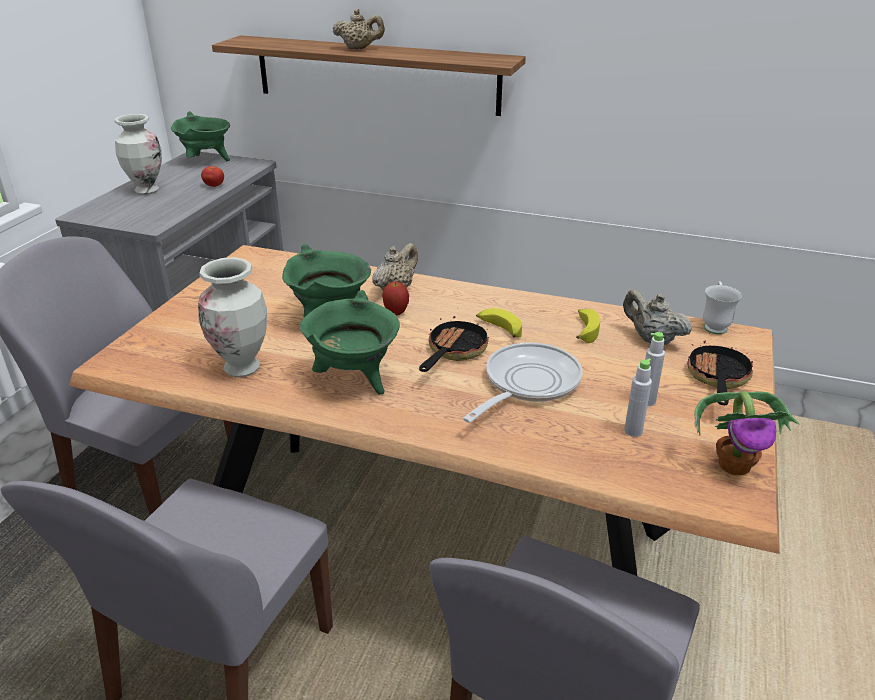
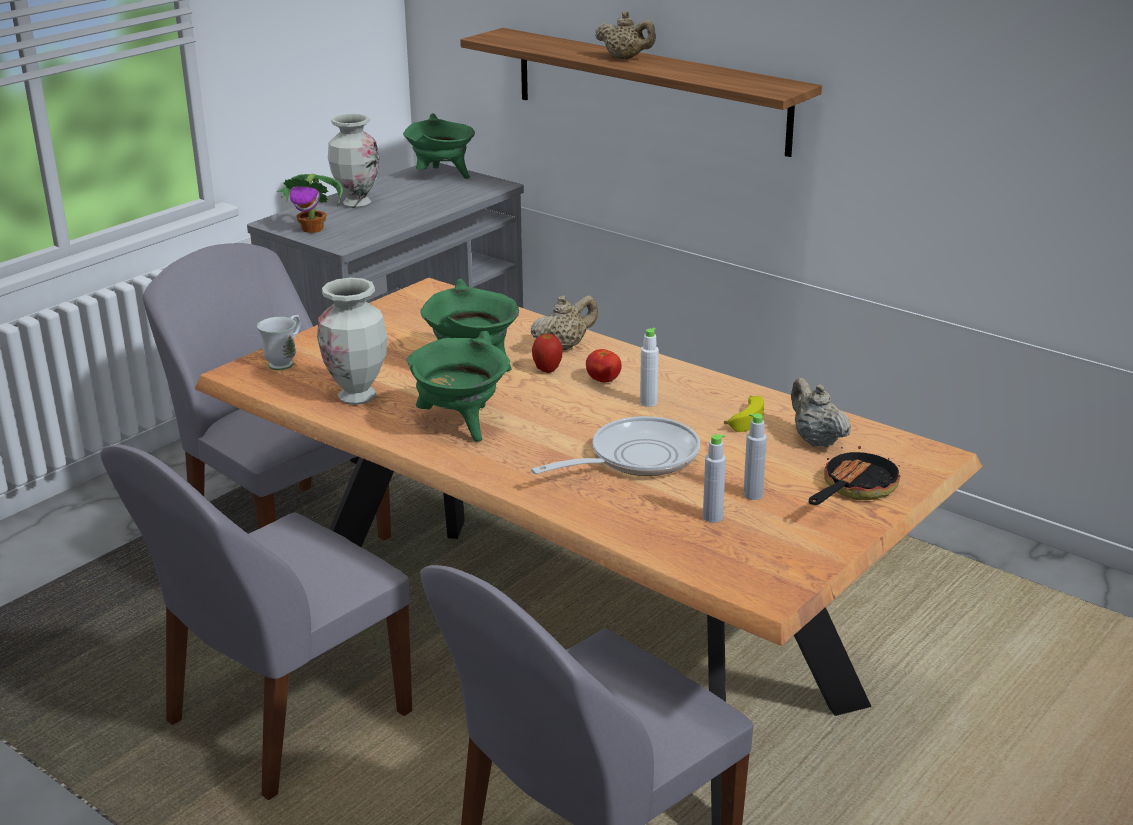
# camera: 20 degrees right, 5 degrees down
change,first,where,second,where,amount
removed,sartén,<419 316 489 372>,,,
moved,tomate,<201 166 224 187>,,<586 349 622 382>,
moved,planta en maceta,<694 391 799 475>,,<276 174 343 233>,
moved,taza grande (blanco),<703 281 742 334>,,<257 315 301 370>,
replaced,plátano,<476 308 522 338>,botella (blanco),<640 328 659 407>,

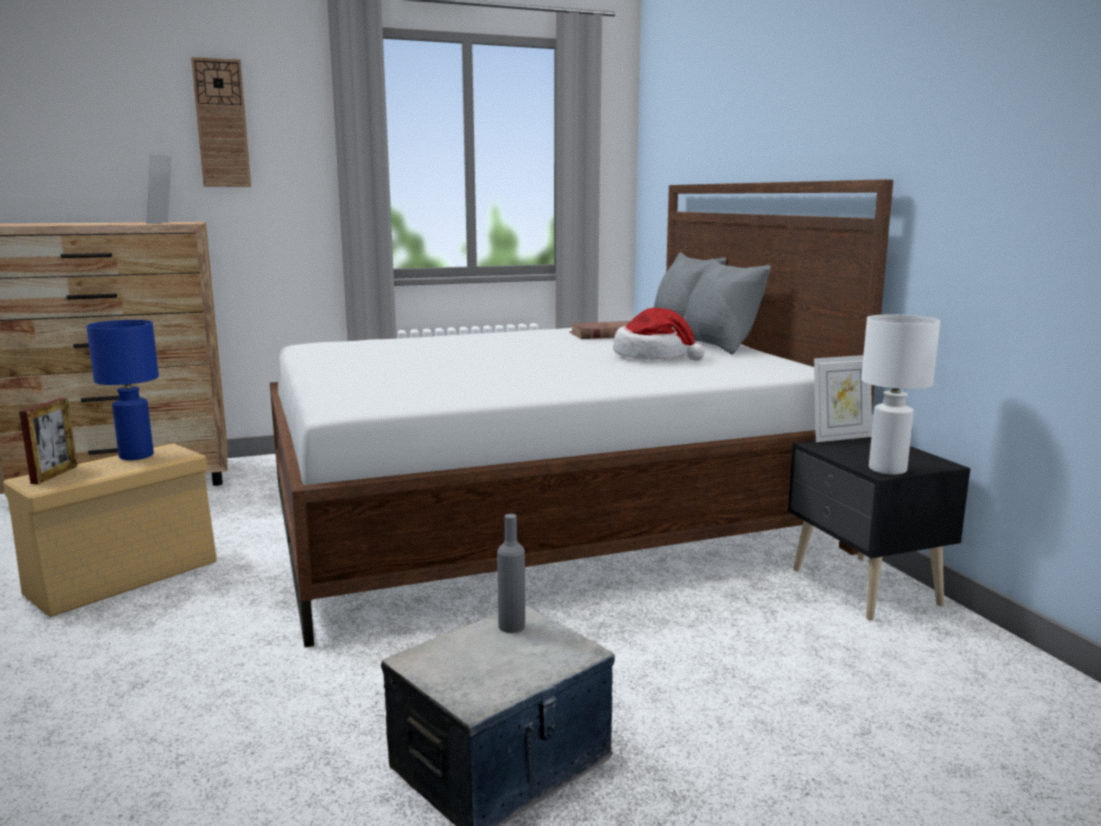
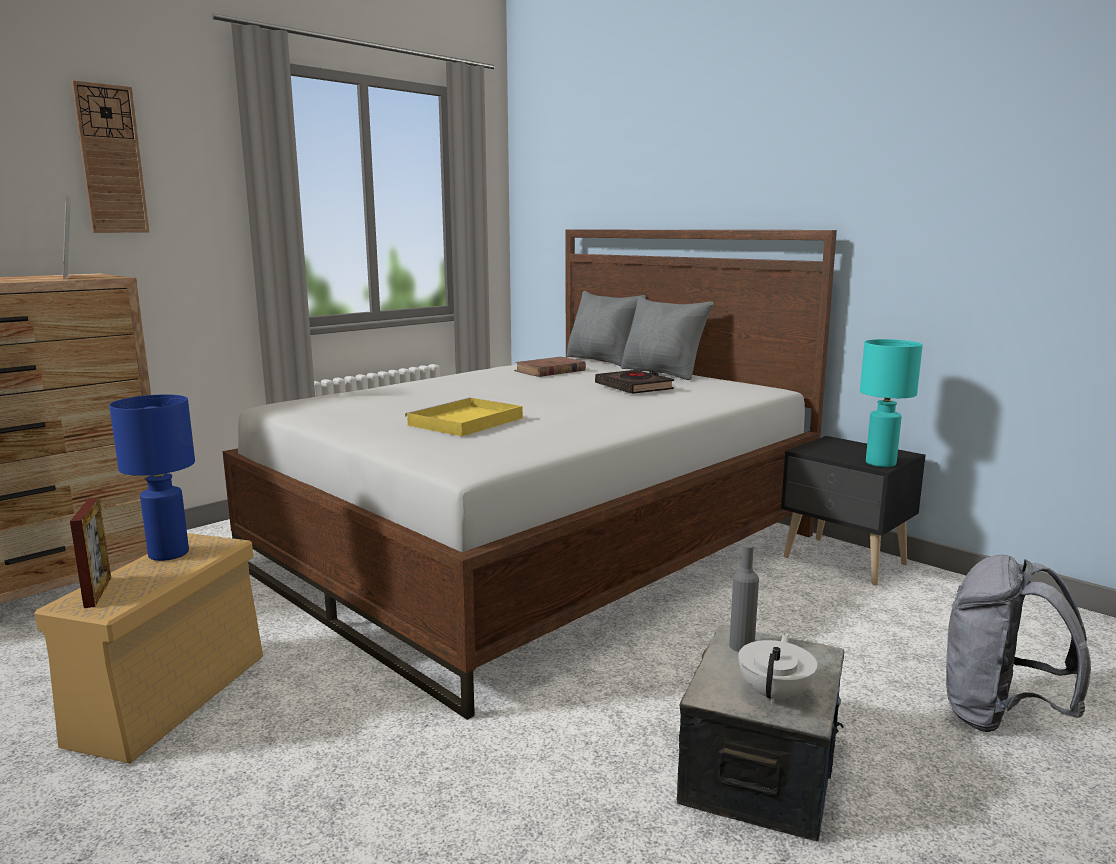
# camera: 25 degrees left, 0 degrees up
change,first,where,second,where,amount
removed,portarretratos,<814 355 872 442>,,,
added,,,bandeja (amarillo),<405 397 523 436>,
added,,,tetera (blanco),<738 632 817 704>,
added,,,mochila (gris),<946 555 1091 732>,
replaced,sombrero,<613 308 705 361>,libro (negro),<595 370 674 394>,
recoloured,lámpara de mesa (blanco),<861 314 940 475>,lámpara de mesa (turquesa),<860 339 923 467>,

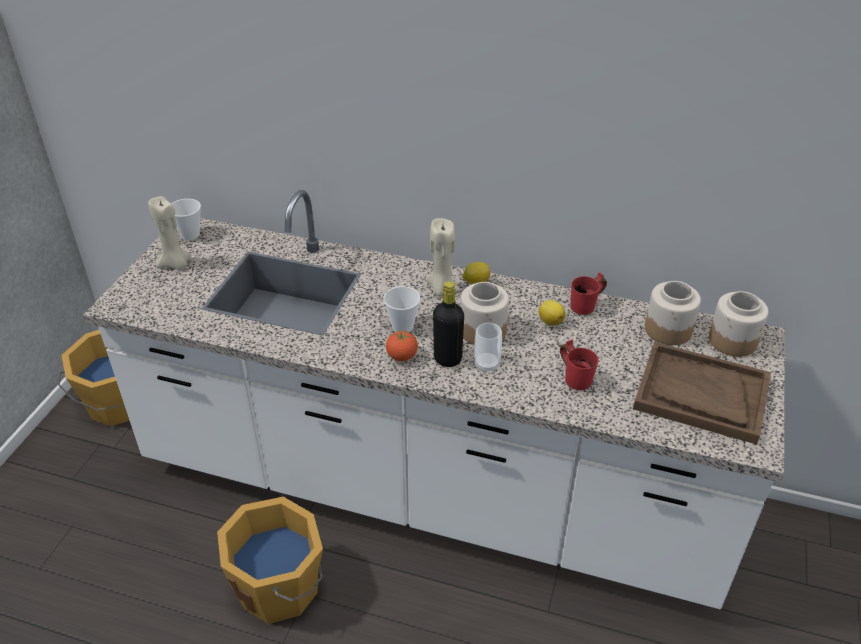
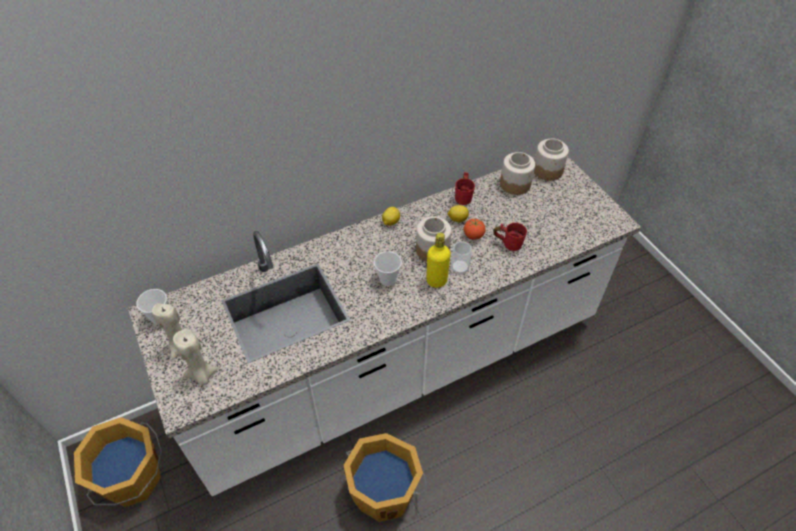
# camera: 45 degrees left, 10 degrees up
change,first,where,second,where,amount
removed,bandeja (marrón),<633 342 771 445>,,,
moved,tomate,<386 331 418 361>,,<464 219 486 240>,
moved,vela (beis),<426 218 460 296>,,<173 329 218 385>,
recoloured,botella (negro),<433 281 464 367>,botella (amarillo),<427 232 451 288>,

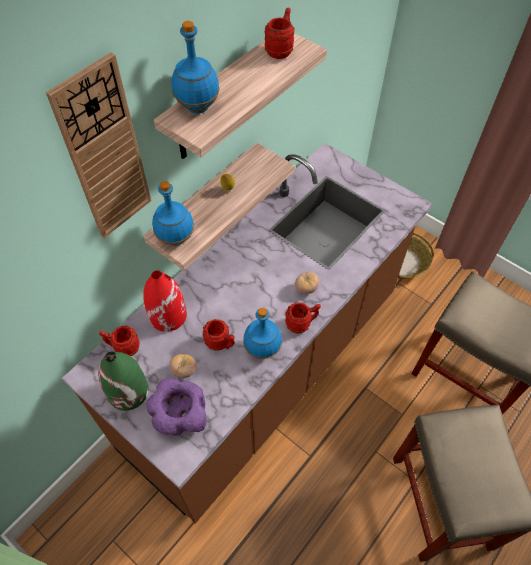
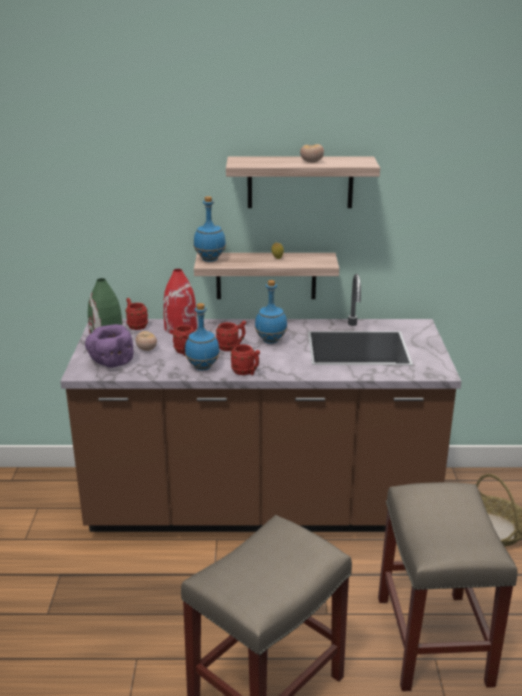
# camera: 50 degrees right, 30 degrees down
change,first,where,second,where,amount
removed,reloj de pared,<46 52 151 238>,,,
moved,botella (azul),<172 21 220 114>,,<255 280 287 344>,
moved,taza grande (rojo),<265 8 295 59>,,<216 321 246 351>,
moved,tomate,<295 272 319 294>,,<300 144 324 163>,

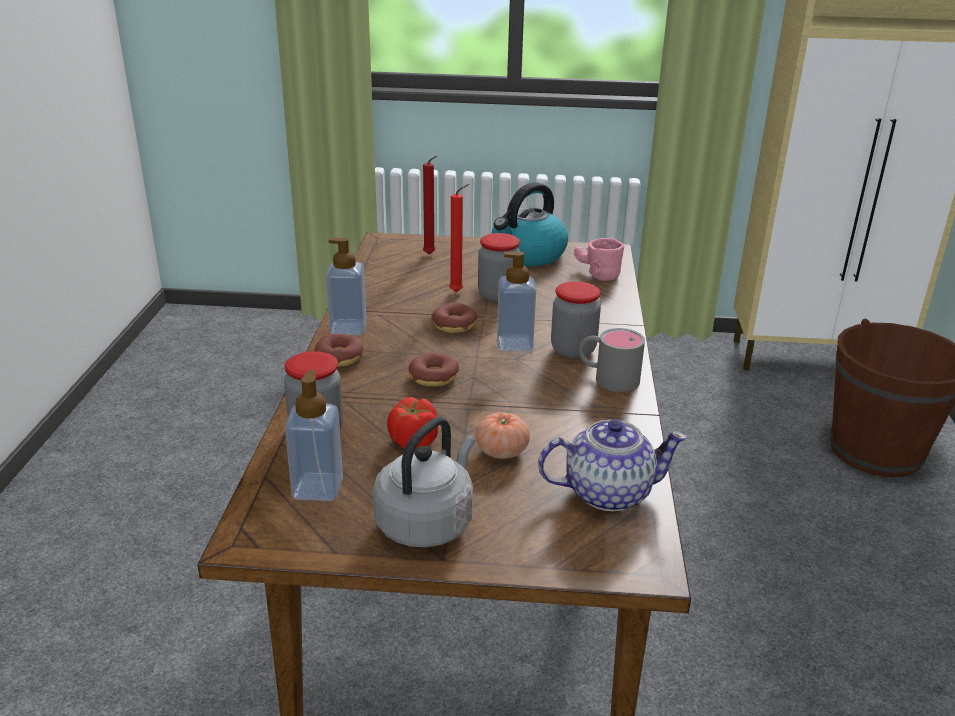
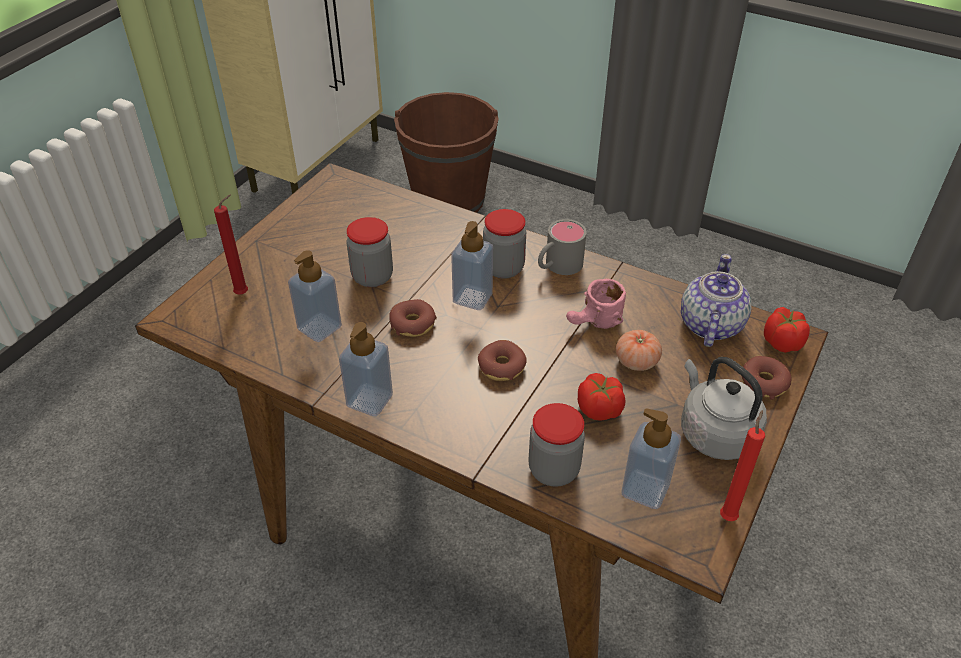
# camera: 65 degrees left, 15 degrees up
change,first,where,second,where,amount
removed,hervidor,<491 182 568 266>,,,
added,,,dispensador de jabón,<288 250 342 342>,
added,,,tomate,<764 307 810 353>,
moved,rosquilla,<314 334 363 367>,,<742 356 792 400>,
moved,vela (rojo),<449 184 469 292>,,<720 410 765 521>,
moved,taza grande (rosa),<574 238 624 281>,,<566 278 626 329>,

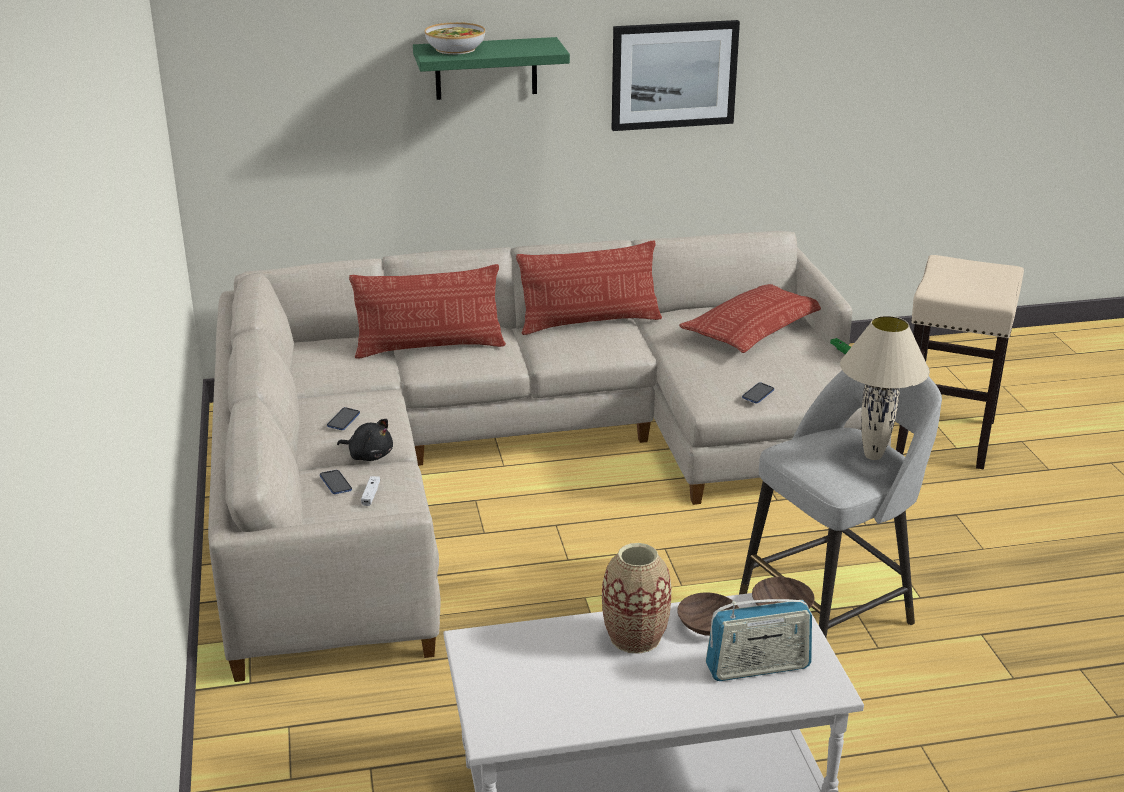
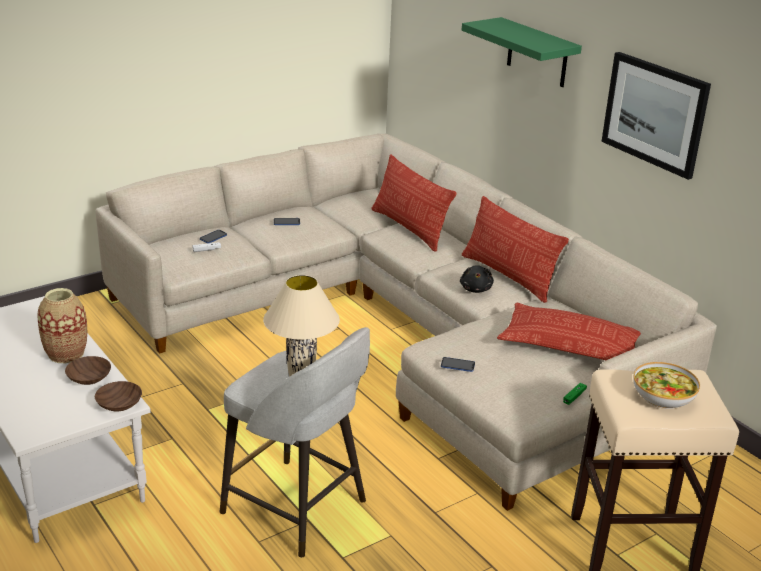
# camera: 65 degrees right, 0 degrees up
change,first,where,second,where,amount
removed,radio,<706 599 812 681>,,,
moved,peluche (negro),<337 419 393 461>,,<460 265 494 293>,
moved,cuenco,<425 22 485 54>,,<633 362 700 409>,

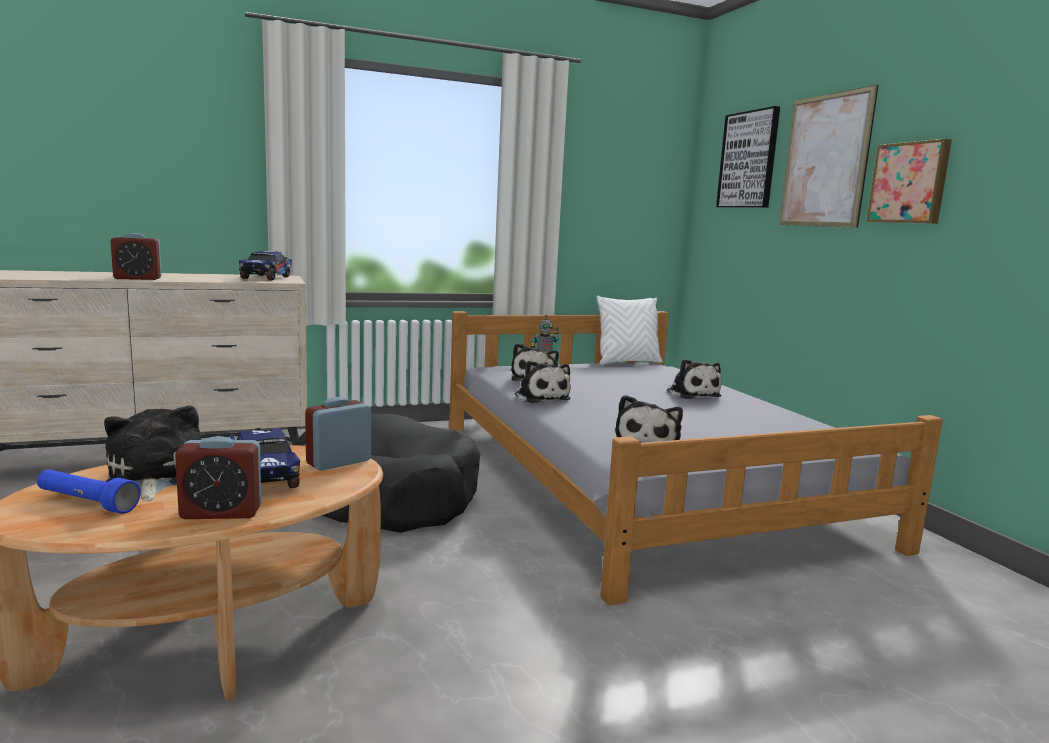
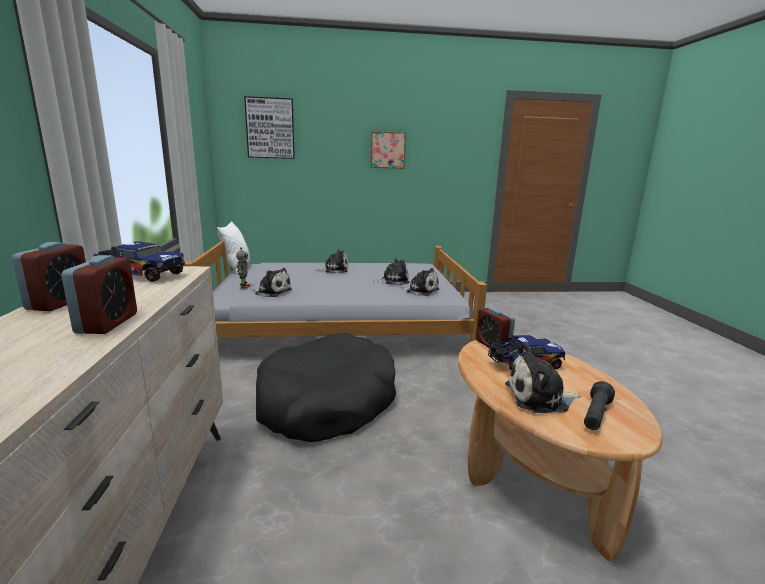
# camera: 75 degrees left, 5 degrees up
change,first,where,second,where,amount
removed,cuadro,<779 85 879 228>,,,
moved,despertador,<175 436 262 519>,,<12 242 86 311>,
moved,peluche,<515 360 571 403>,,<373 258 409 285>,
recoloured,linterna (azul),<37 470 140 514>,linterna (negro),<584 381 615 430>,

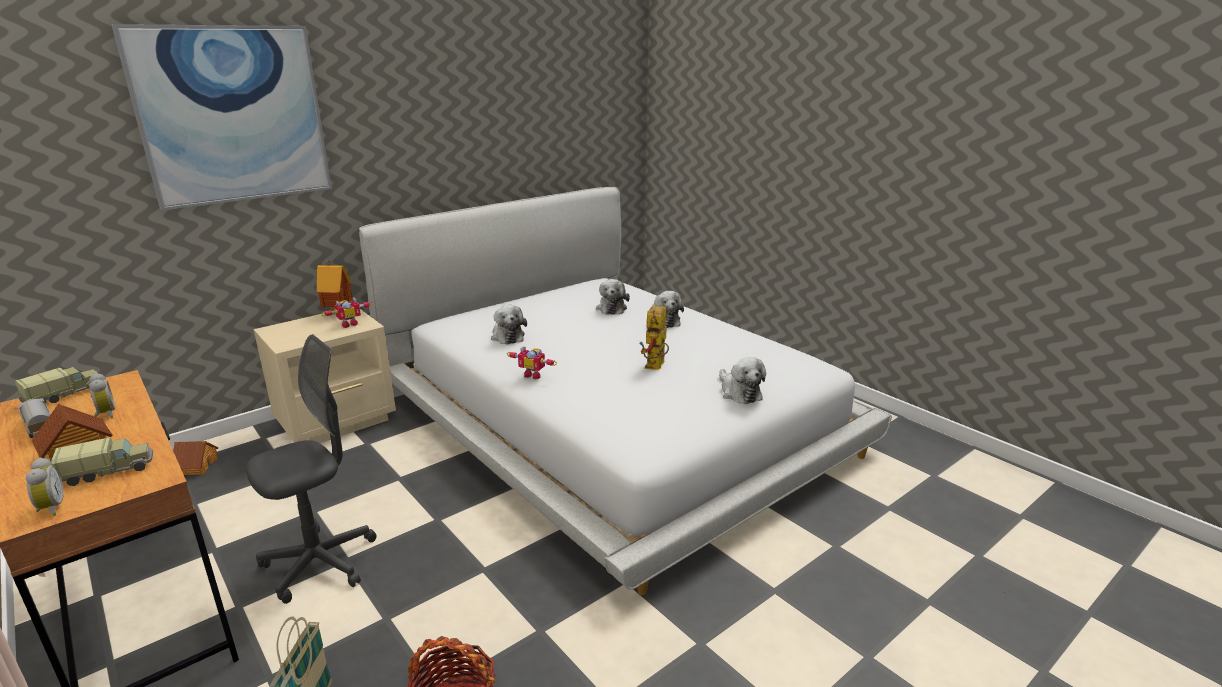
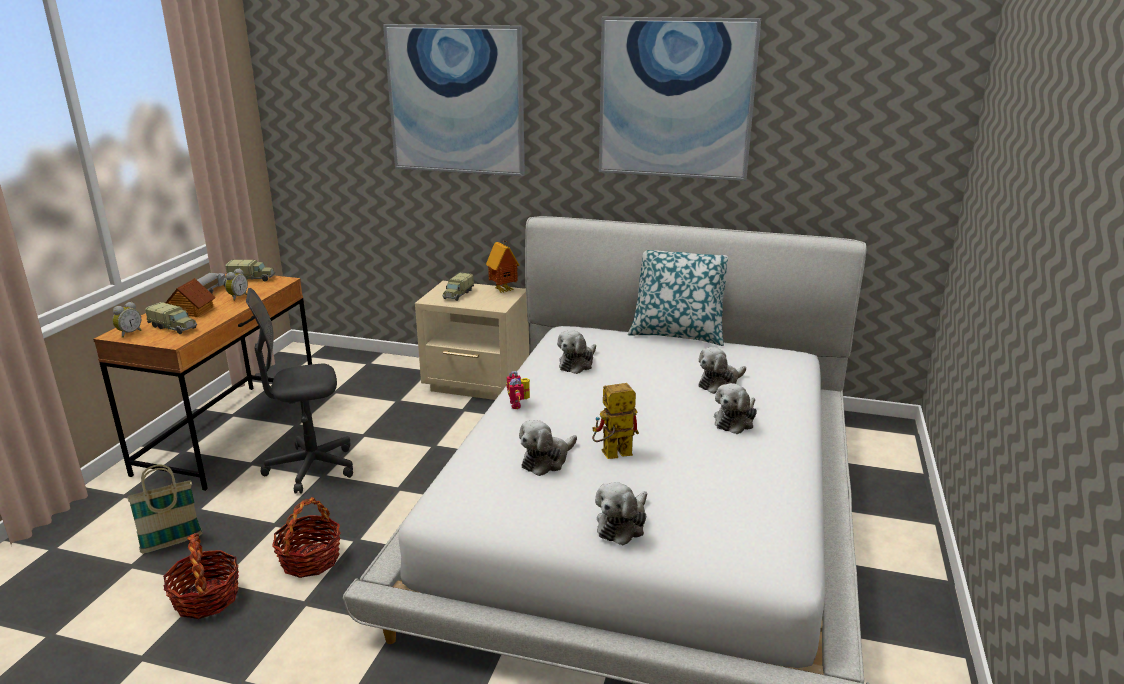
# camera: 55 degrees right, 0 degrees up
change,first,where,second,where,amount
removed,casita,<173 441 218 475>,,,
removed,robot de juguete,<322 297 372 328>,,,
added,,,cesta,<272 497 341 578>,
added,,,camión de juguete,<442 272 474 301>,
added,,,peluche,<519 420 577 476>,
added,,,cuadro,<599 17 761 181>,
added,,,cojín,<628 250 728 346>,
turned,silla de oficina (gris),<246 334 376 604>,,<246 288 353 494>,150 degrees clockwise

